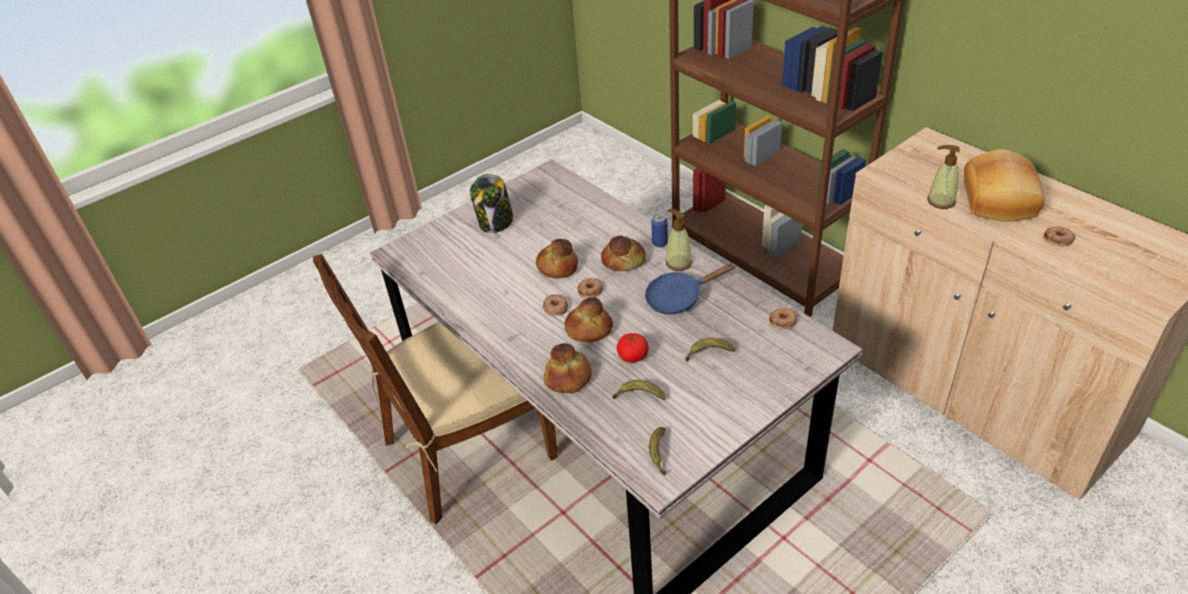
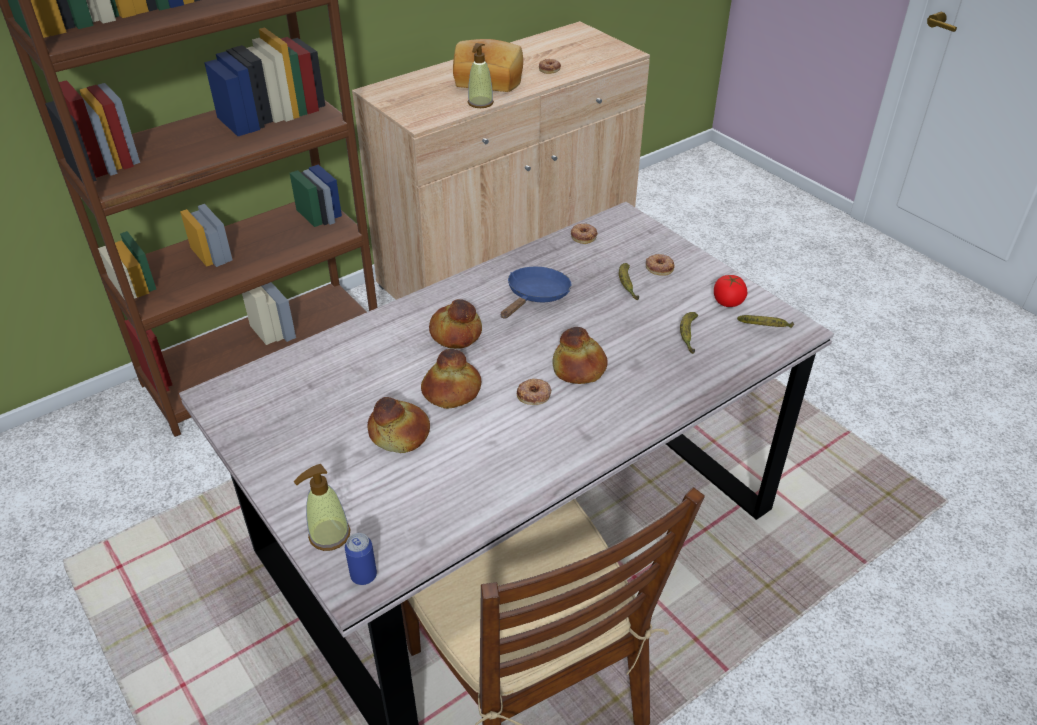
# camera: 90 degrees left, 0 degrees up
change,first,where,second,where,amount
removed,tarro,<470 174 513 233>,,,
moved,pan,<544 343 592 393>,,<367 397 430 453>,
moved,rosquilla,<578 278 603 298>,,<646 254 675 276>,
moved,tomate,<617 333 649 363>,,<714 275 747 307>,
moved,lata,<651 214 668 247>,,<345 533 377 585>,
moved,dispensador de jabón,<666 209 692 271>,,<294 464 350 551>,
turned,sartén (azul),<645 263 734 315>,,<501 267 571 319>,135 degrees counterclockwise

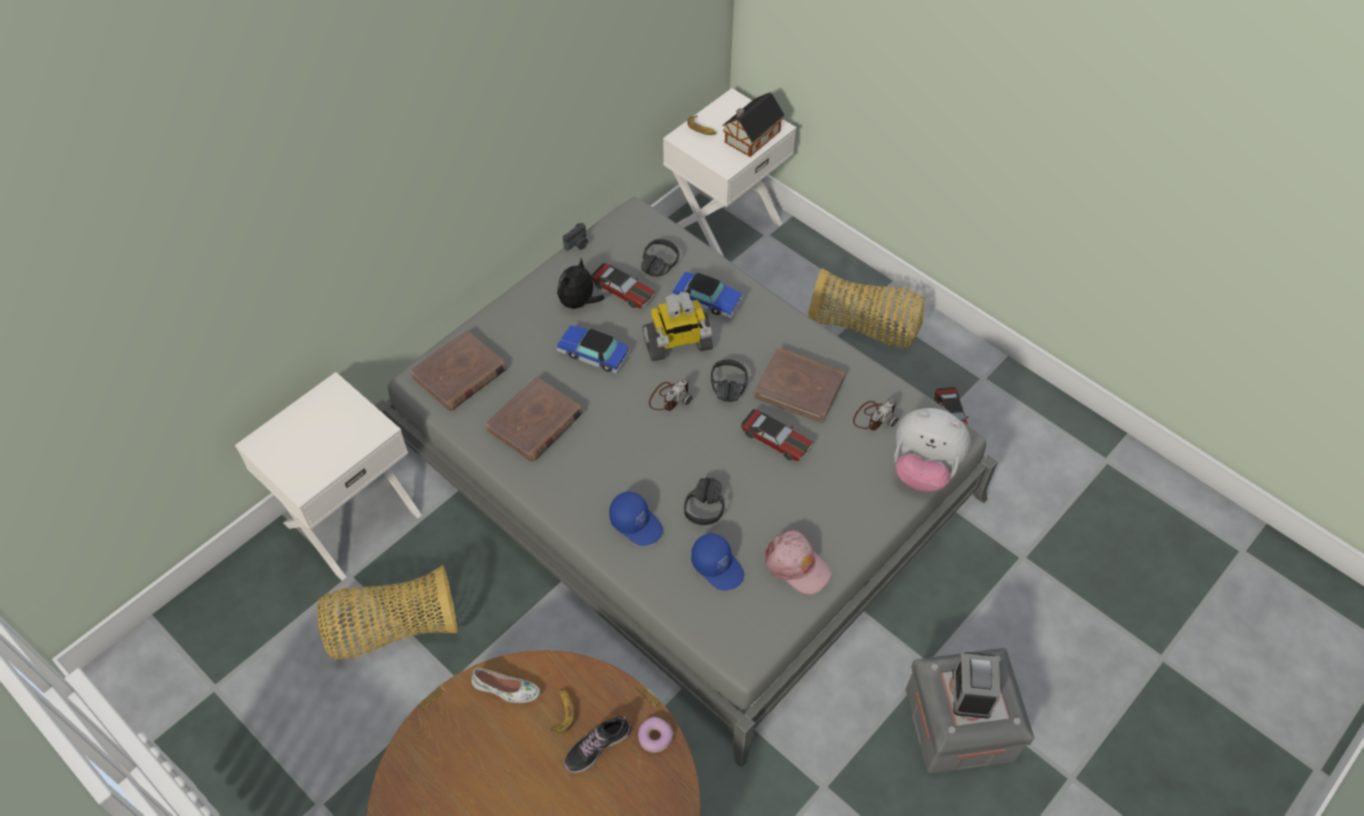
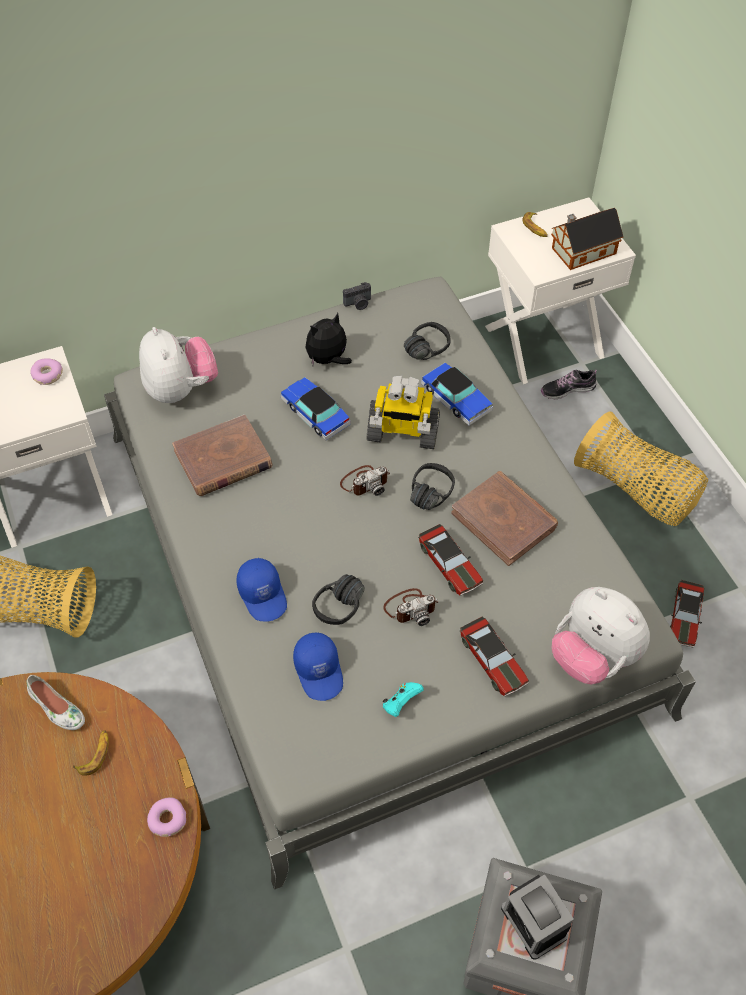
# camera: 25 degrees right, 0 degrees up
change,first,where,second,where,amount
added,,,rosquilla,<30 358 63 385>,
moved,zapato,<564 715 631 773>,,<541 370 597 399>,
moved,coche de juguete,<591 263 655 308>,,<460 617 529 696>,
moved,cámara,<853 399 898 430>,,<383 588 438 626>,
replaced,libro (marrón),<410 330 507 411>,peluche,<139 327 218 403>,
replaced,gorra (rosa),<765 530 832 595>,mando de consola (turquesa),<383 682 424 717>,
turned,despertador,<953 652 1001 718>,,<501 874 574 960>,60 degrees counterclockwise

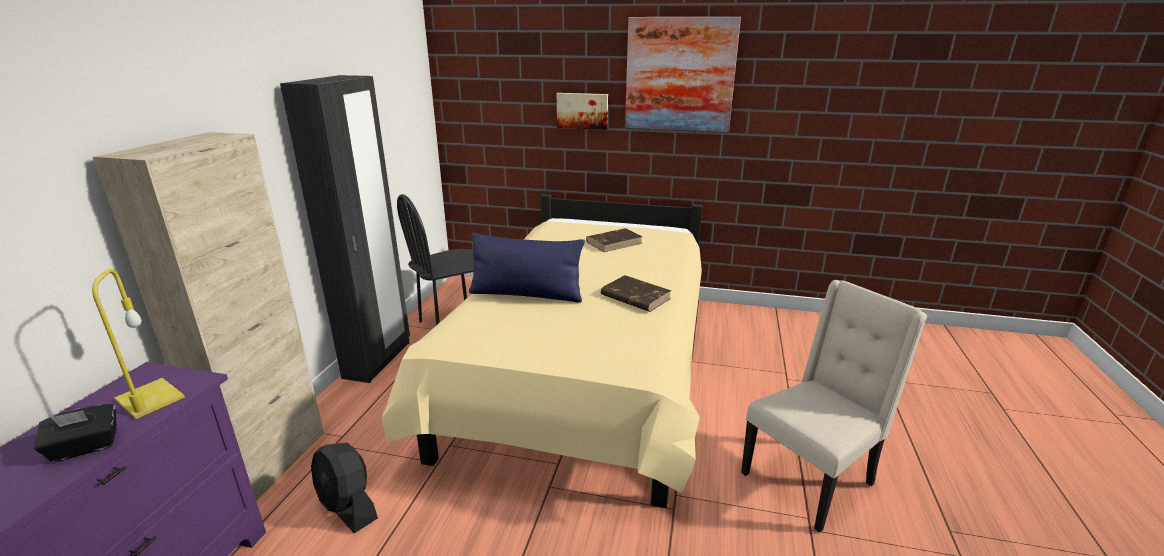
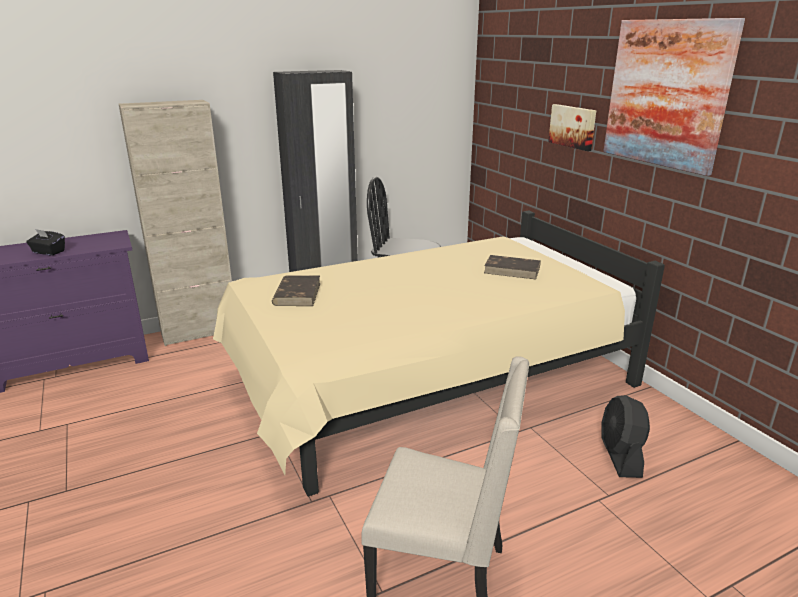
# camera: 50 degrees right, 0 degrees up
change,first,where,second,where,amount
removed,lámpara de mesa (amarillo),<92 269 185 419>,,,
removed,cojín (azul),<469 233 585 303>,,,
moved,ventilador (negro),<311 443 378 533>,,<601 395 650 478>,
moved,libro (marrón),<601 275 671 312>,,<272 275 321 306>,

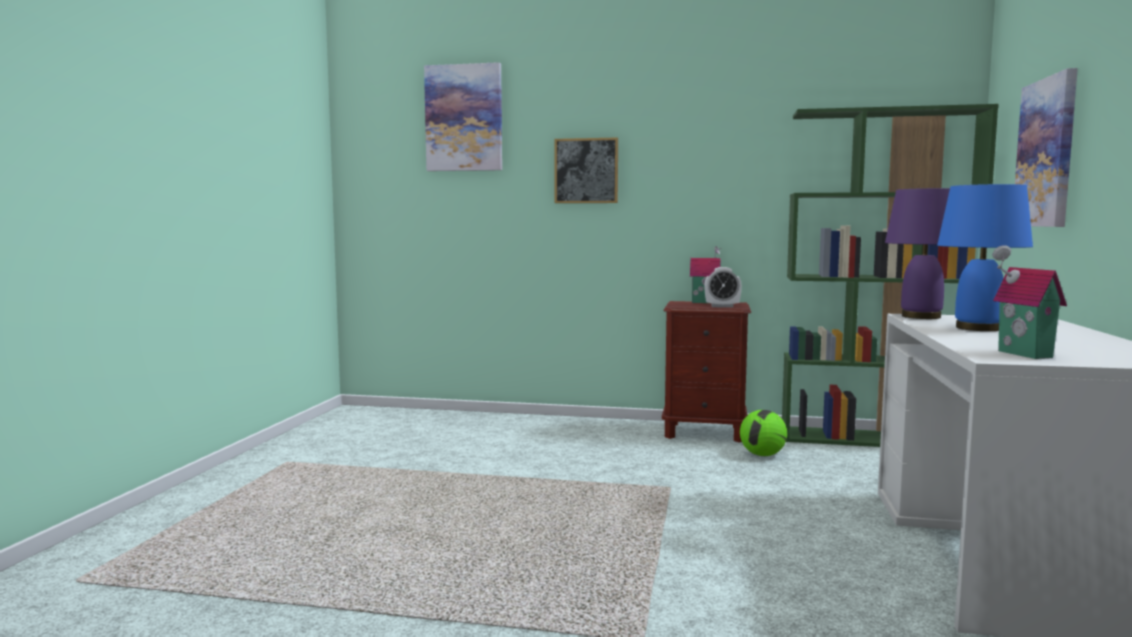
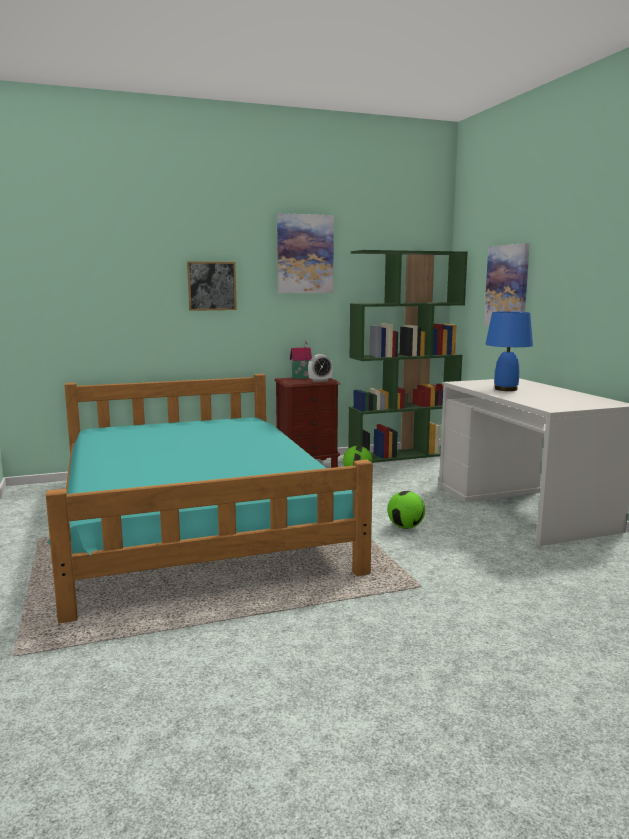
# camera: 30 degrees left, 5 degrees up
change,first,where,second,where,amount
removed,lámpara de mesa (morado),<885 188 950 319>,,,
removed,casita,<993 245 1067 359>,,,
added,,,cama (turquesa),<46 374 373 624>,
added,,,balón de fútbol,<387 491 425 529>,
moved,cuadro,<424 62 502 171>,,<277 213 334 293>,

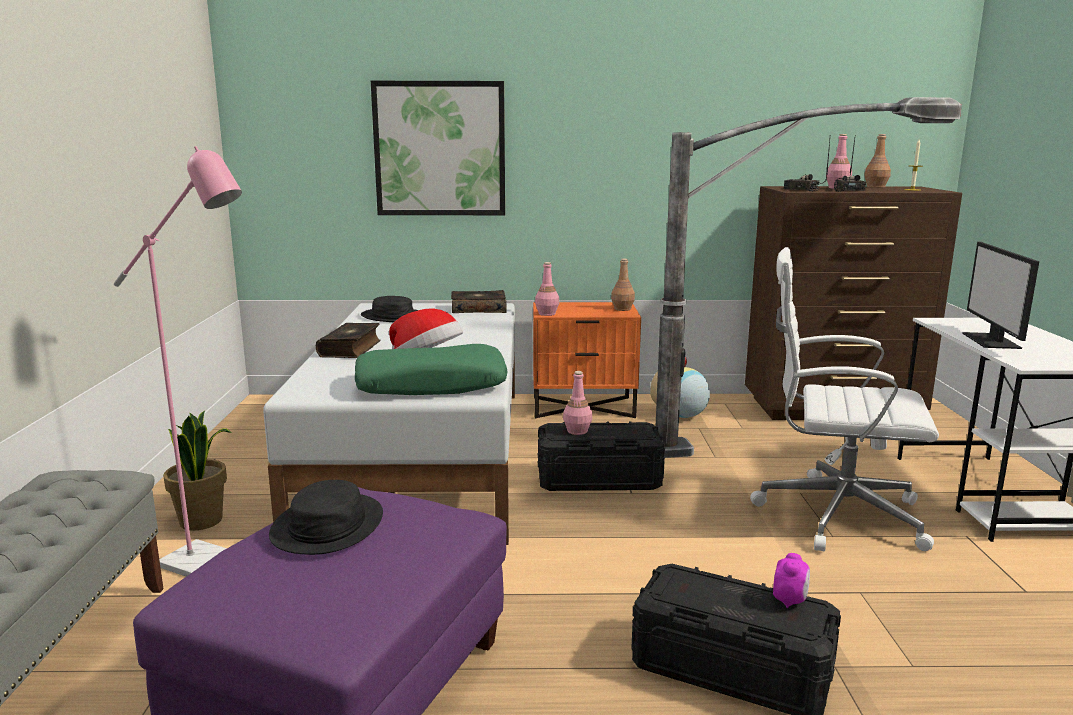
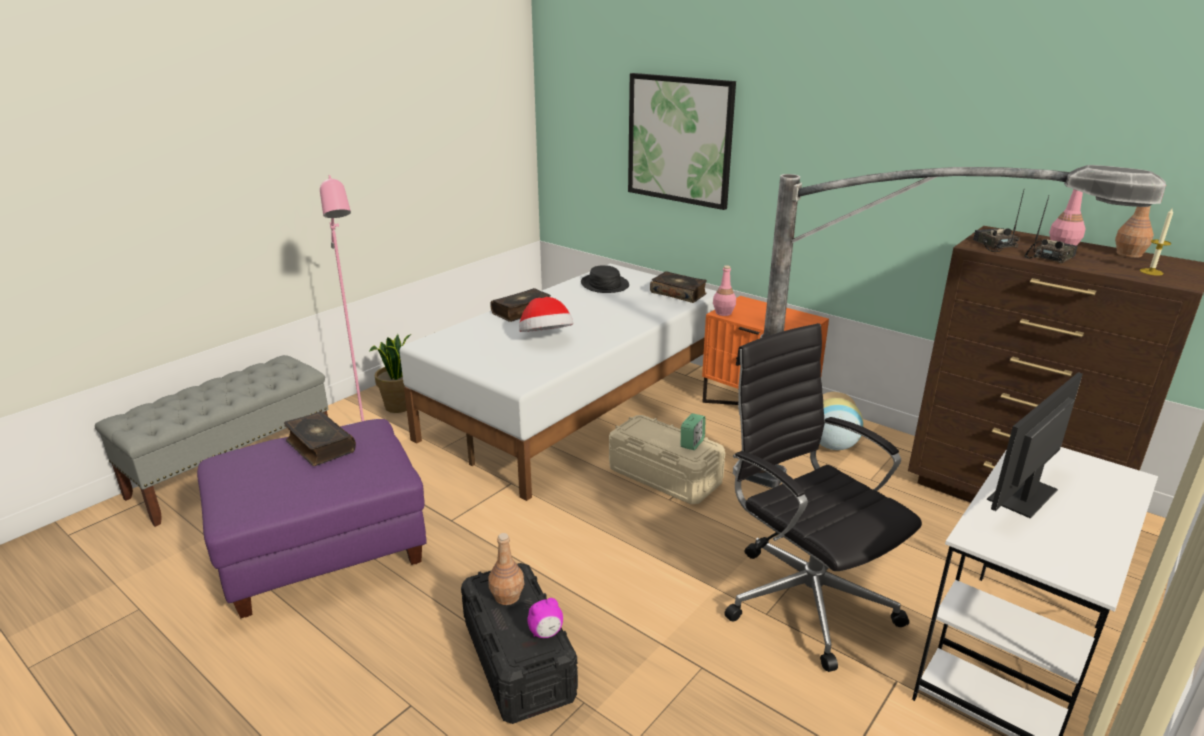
# camera: 40 degrees right, 10 degrees up
change,first,where,second,where,amount
removed,cojín (verde),<355 344 508 395>,,,
removed,botella (rosa),<563 371 592 435>,,,
added,,,despertador,<681 413 706 450>,
moved,botella (marrón),<611 259 635 311>,,<488 533 524 605>,
replaced,sombrero (negro),<269 480 383 555>,libro,<284 412 356 466>,
recoloured,caja de almacenaje (negro),<537 421 665 491>,caja de almacenaje (beis),<609 415 725 504>,
recoloured,silla de oficina (blanco),<750 247 939 551>,silla de oficina (negro),<724 323 922 672>,

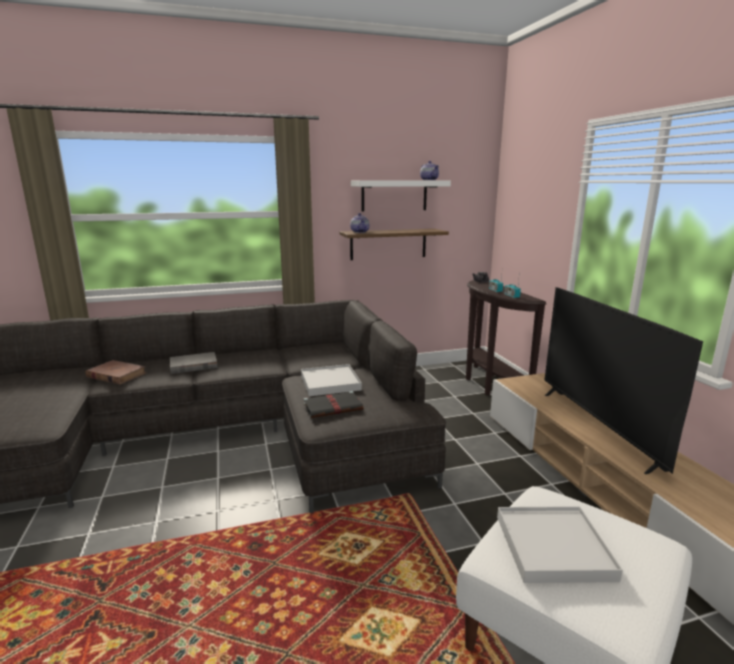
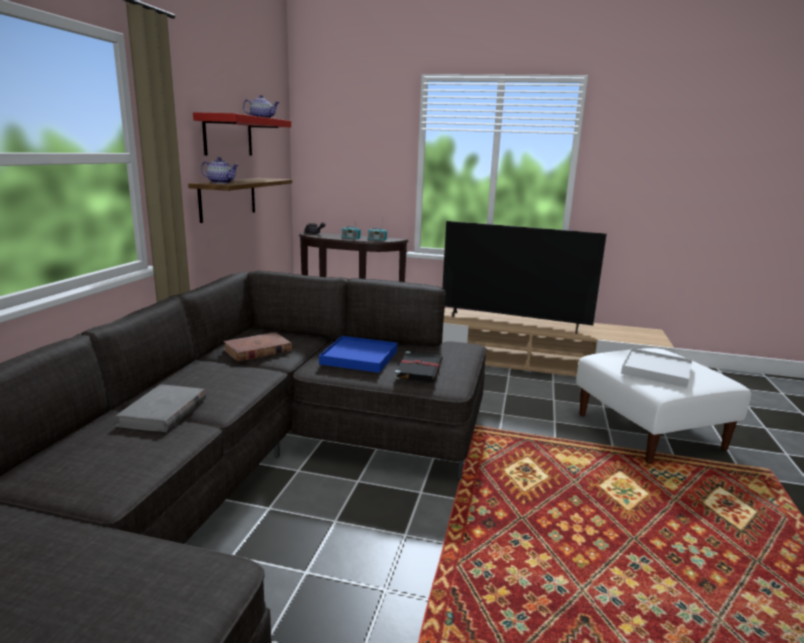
# camera: 60 degrees left, 0 degrees up
change,first,where,second,where,amount
moved,libro (marrón),<85 360 146 384>,,<222 332 292 362>,
recoloured,bandeja (blanco),<301 364 362 396>,bandeja (azul),<319 336 397 373>,
recoloured,estante (blanco),<351 181 451 211>,estante (rojo),<193 112 291 156>,

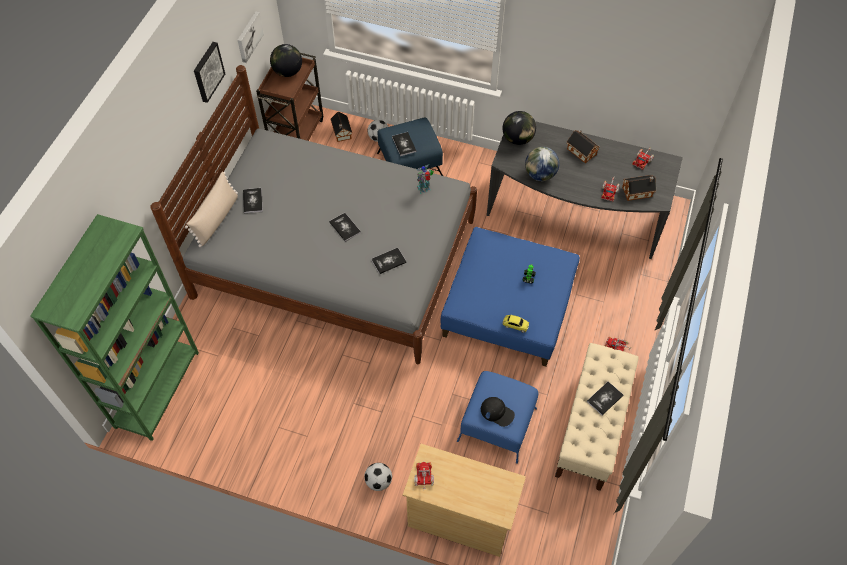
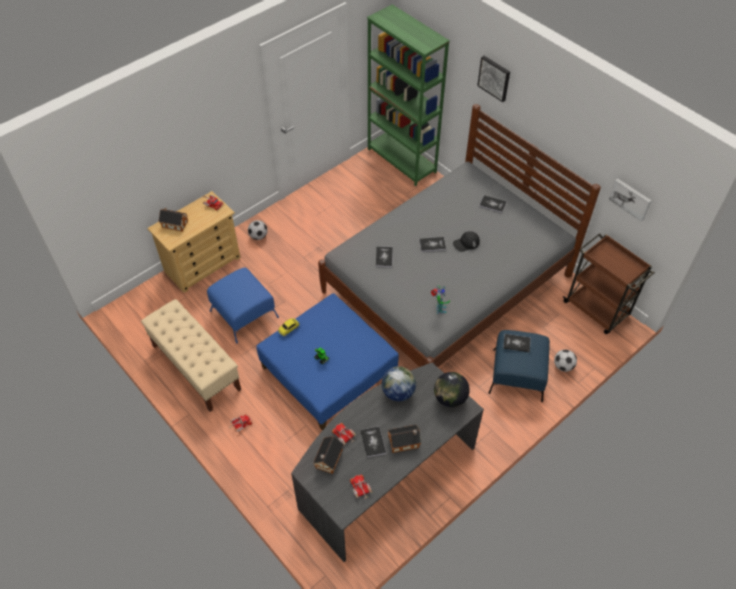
# camera: 120 degrees right, 5 degrees down
change,first,where,second,where,amount
removed,cojín (beis),<185 172 238 247>,,,
removed,globo terráqueo,<270 44 302 77>,,,
moved,cuadro,<194 42 225 103>,,<477 56 510 102>,
moved,casita,<331 112 352 142>,,<159 207 188 232>,
moved,gorra (negro),<481 397 515 427>,,<453 231 480 252>,
moved,libro,<587 382 624 415>,,<361 426 386 458>,

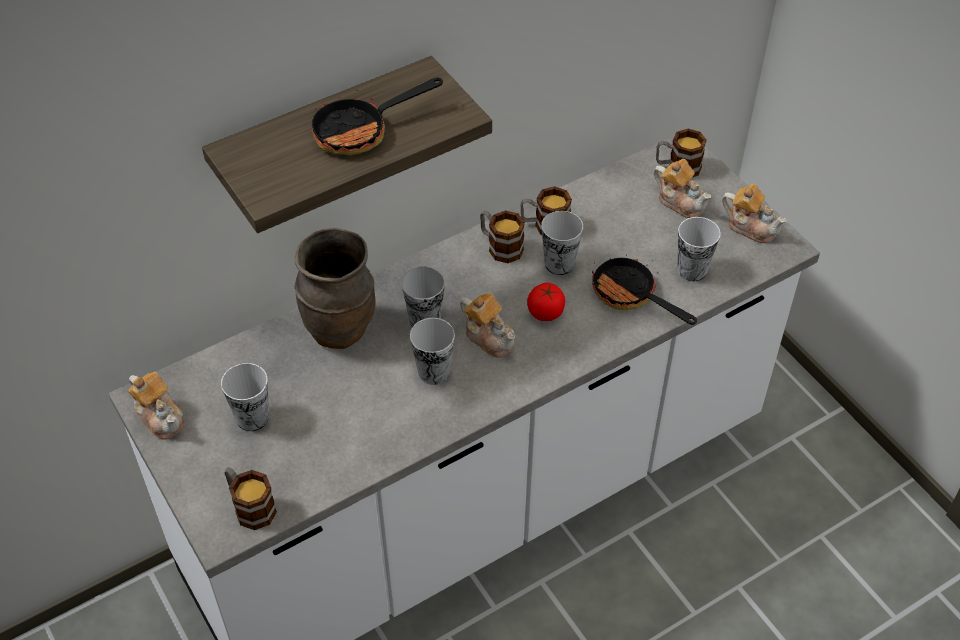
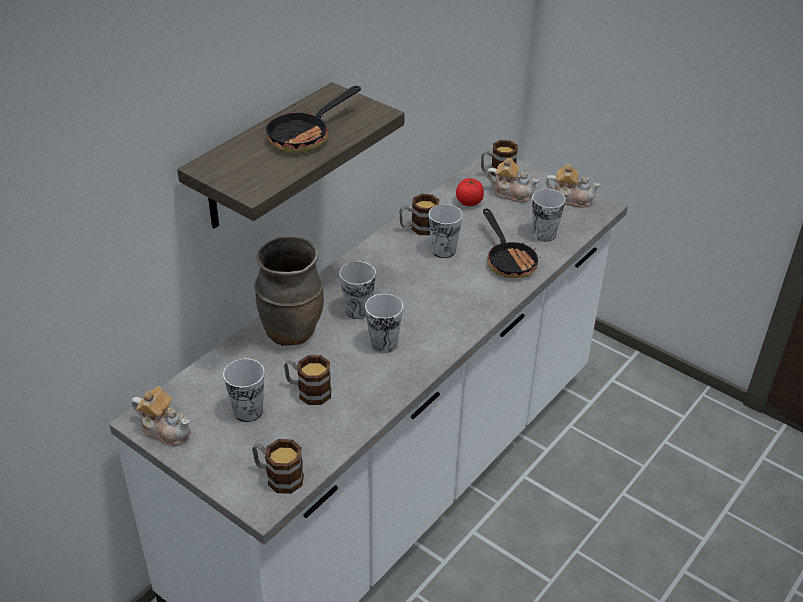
# camera: 20 degrees left, 10 degrees down
change,first,where,second,where,amount
removed,tetera,<460 293 516 357>,,,
moved,taza grande,<480 210 525 263>,,<284 355 331 405>,
moved,tomate,<527 283 565 321>,,<456 178 484 206>,
turned,sartén,<592 255 697 325>,,<483 208 541 278>,135 degrees counterclockwise

